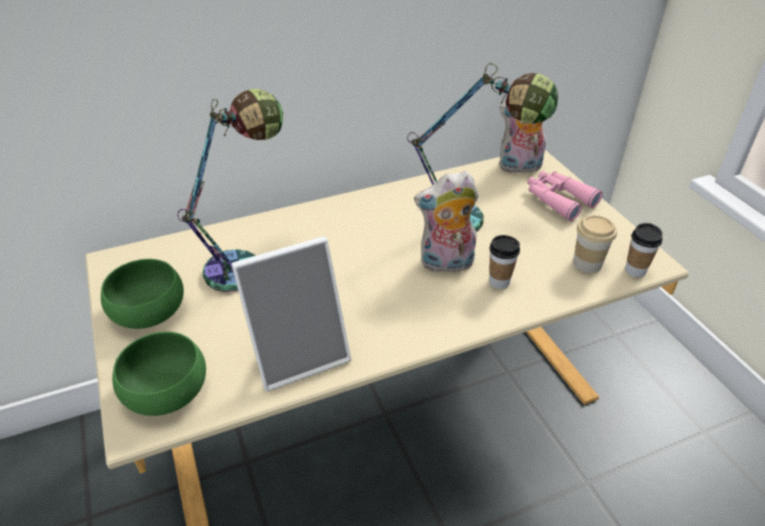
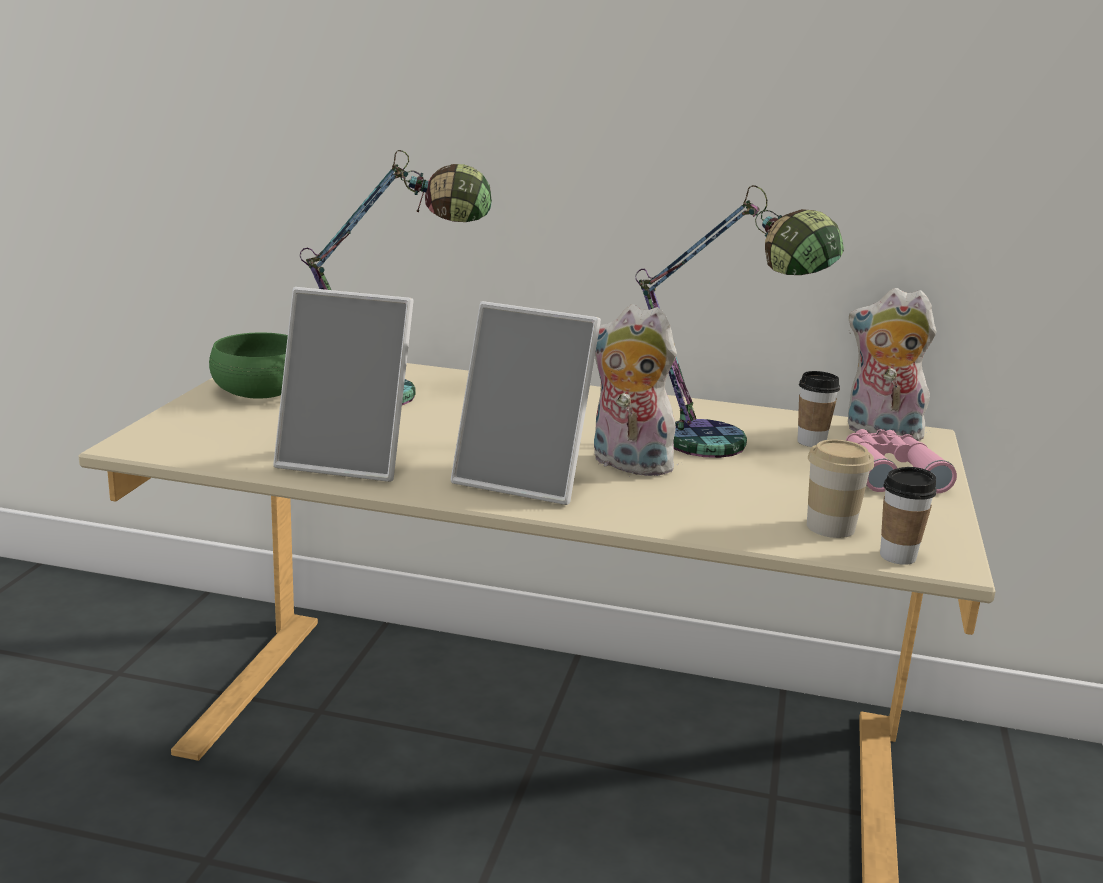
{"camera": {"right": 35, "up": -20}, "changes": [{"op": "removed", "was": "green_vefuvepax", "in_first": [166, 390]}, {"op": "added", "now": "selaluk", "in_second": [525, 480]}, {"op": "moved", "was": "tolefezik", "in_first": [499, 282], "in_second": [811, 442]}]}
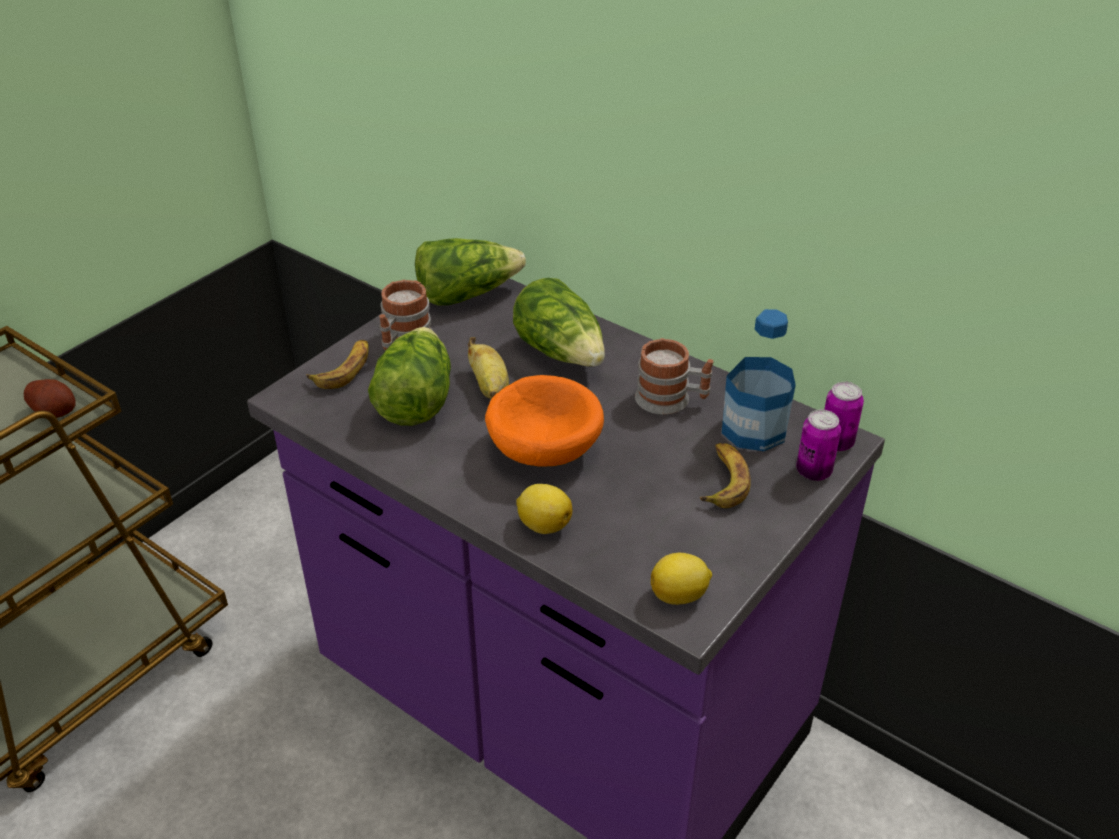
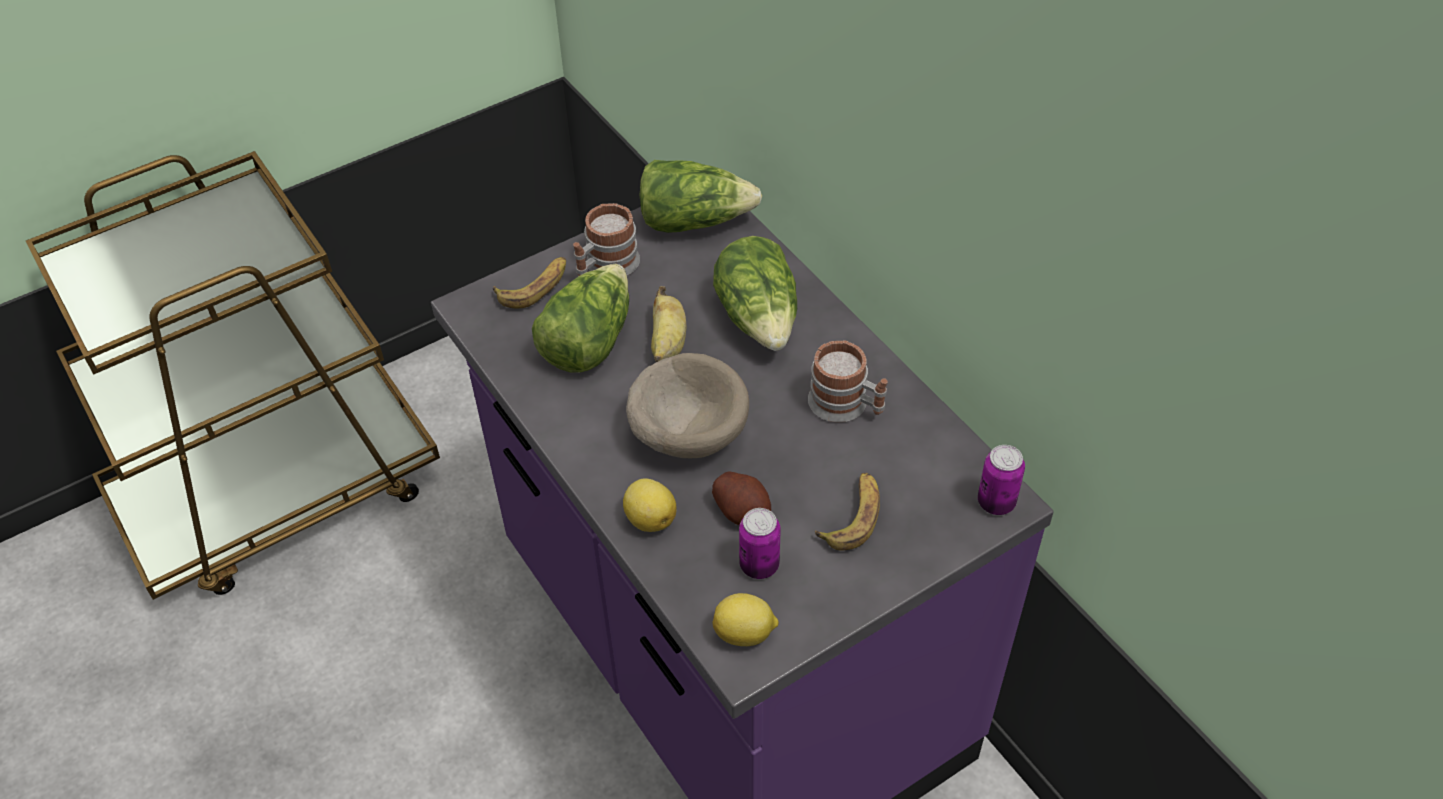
{"camera": {"right": 20, "up": 10}, "changes": [{"op": "removed", "was": "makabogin", "in_first": [754, 429]}, {"op": "moved", "was": "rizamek", "in_first": [55, 411], "in_second": [742, 510]}, {"op": "moved", "was": "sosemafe", "in_first": [813, 471], "in_second": [759, 565]}, {"op": "recoloured", "was": "orange_vefuvepax", "now": "beige_vefuvepax", "in_first": [542, 449], "in_second": [687, 431]}]}
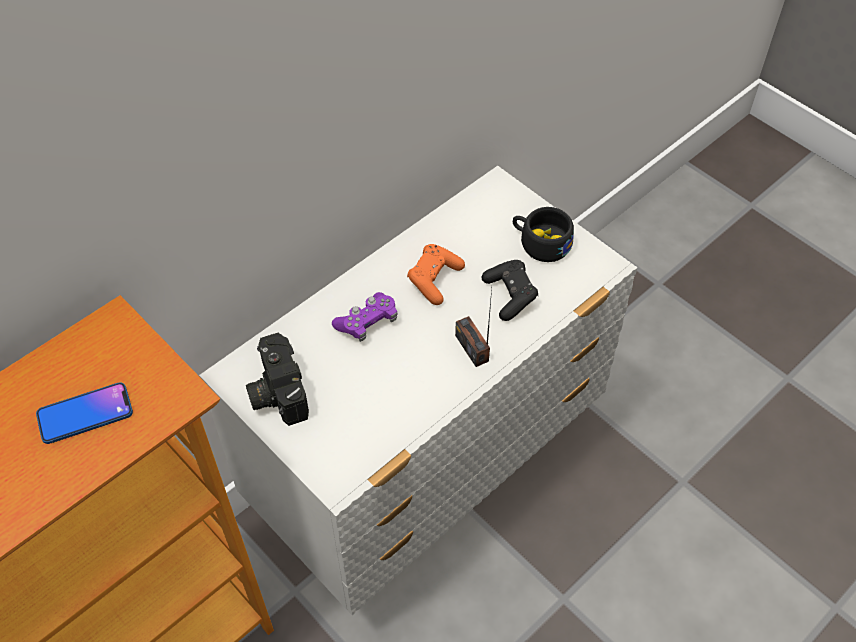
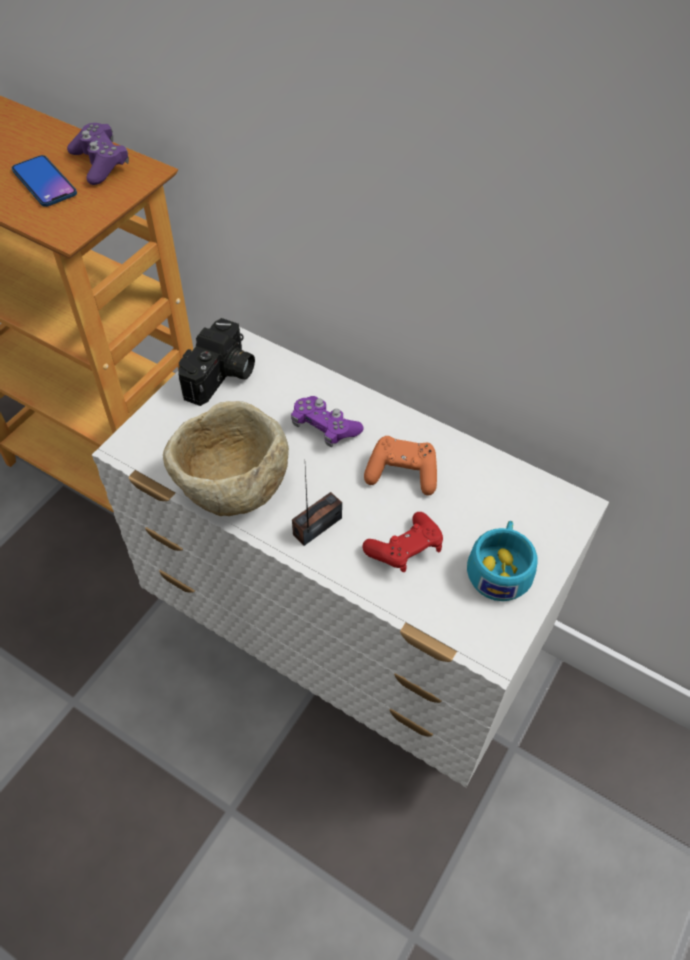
{"camera": {"right": 75, "up": 0}, "changes": [{"op": "added", "now": "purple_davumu", "in_second": [101, 163]}, {"op": "added", "now": "beige_vefuvepax", "in_second": [232, 489]}, {"op": "recoloured", "was": "black_davumu", "now": "red_davumu", "in_first": [510, 296], "in_second": [405, 550]}, {"op": "recoloured", "was": "black_tolefezik", "now": "turquoise_tolefezik", "in_first": [540, 243], "in_second": [500, 568]}, {"op": "turned", "was": "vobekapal", "in_first": [275, 391], "in_second": [222, 377], "clockwise": 150}]}
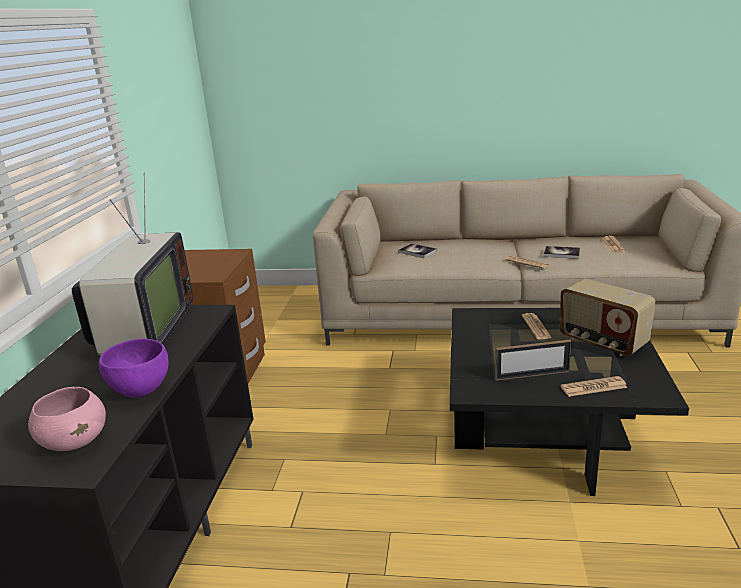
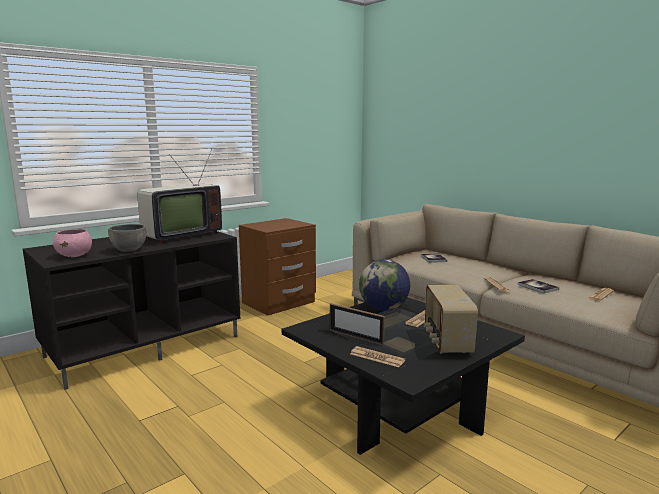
{"camera": {"right": 40, "up": -10}, "changes": [{"op": "added", "now": "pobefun", "in_second": [384, 309]}, {"op": "recoloured", "was": "purple_vefuvepax", "now": "grey_vefuvepax", "in_first": [141, 390], "in_second": [129, 250]}]}
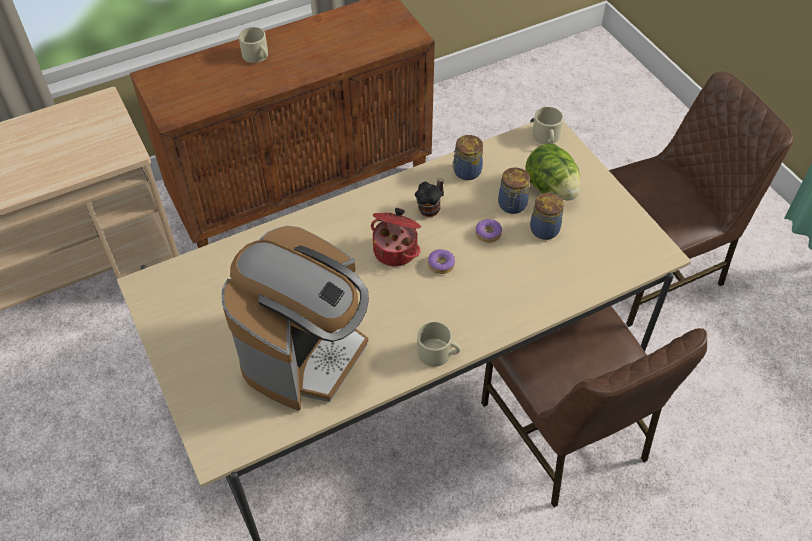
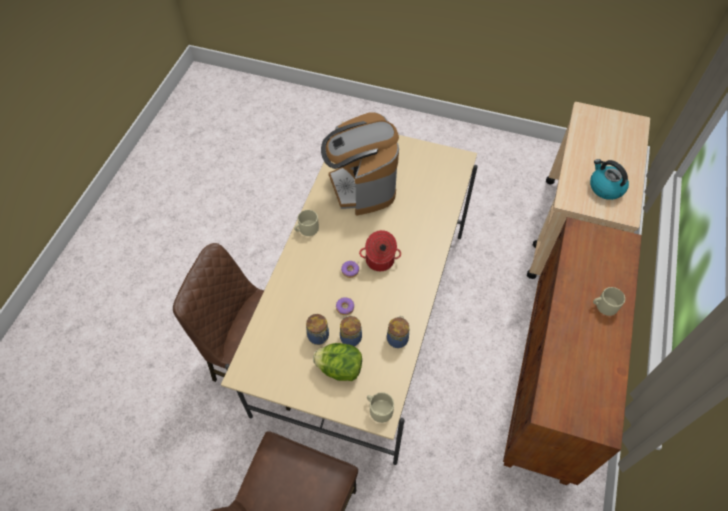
{"camera": {"right": 135, "up": 5}, "changes": [{"op": "removed", "was": "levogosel", "in_first": [431, 207]}, {"op": "added", "now": "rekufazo", "in_second": [605, 187]}]}
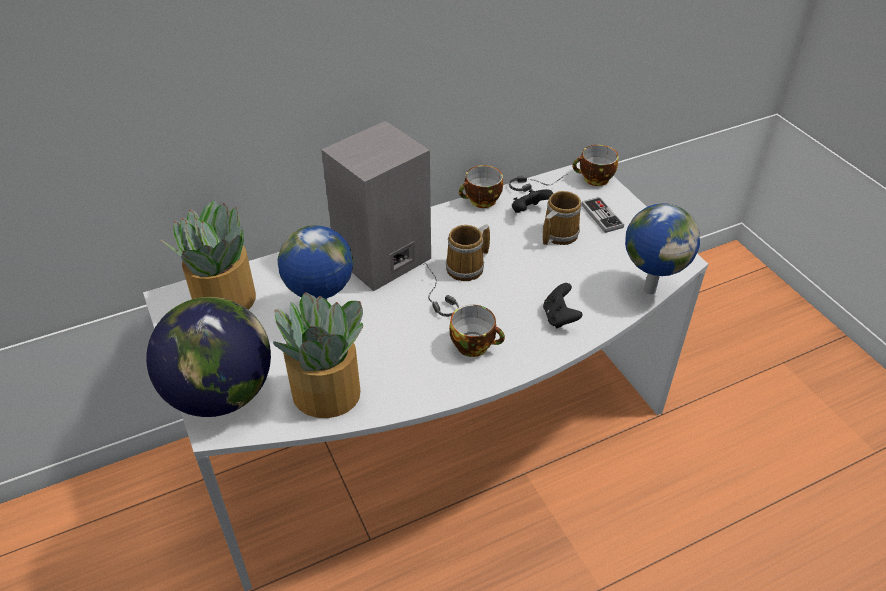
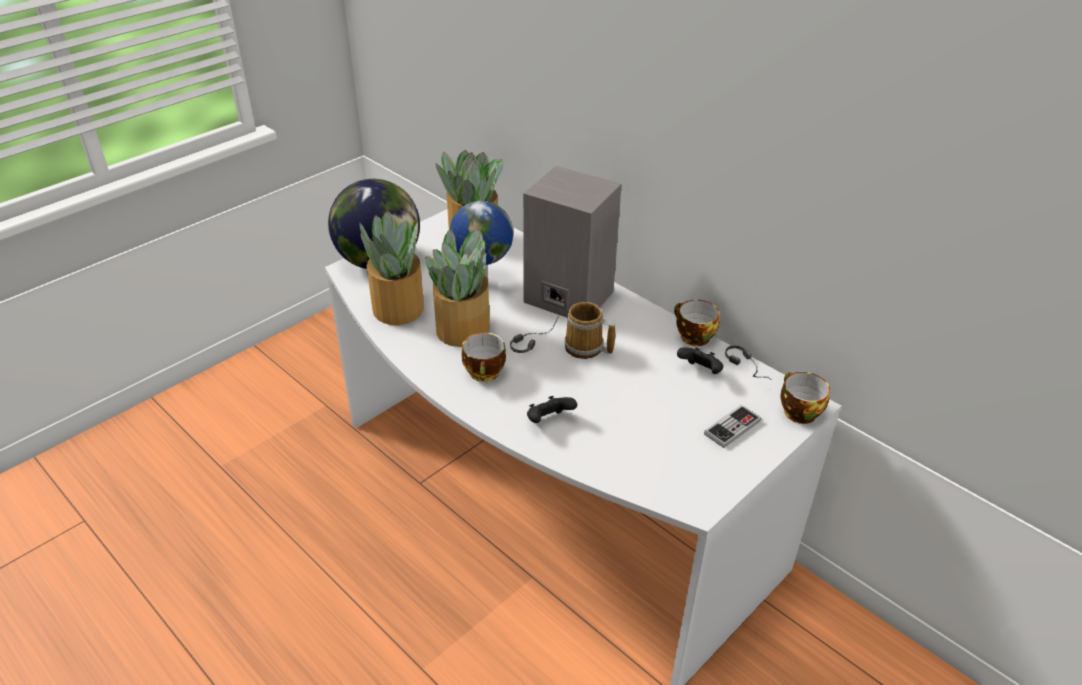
{"camera": {"right": 70, "up": -5}, "changes": [{"op": "removed", "was": "levogosel", "in_first": [557, 234]}, {"op": "removed", "was": "pobefun", "in_first": [649, 289]}, {"op": "added", "now": "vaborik", "in_second": [464, 327]}]}
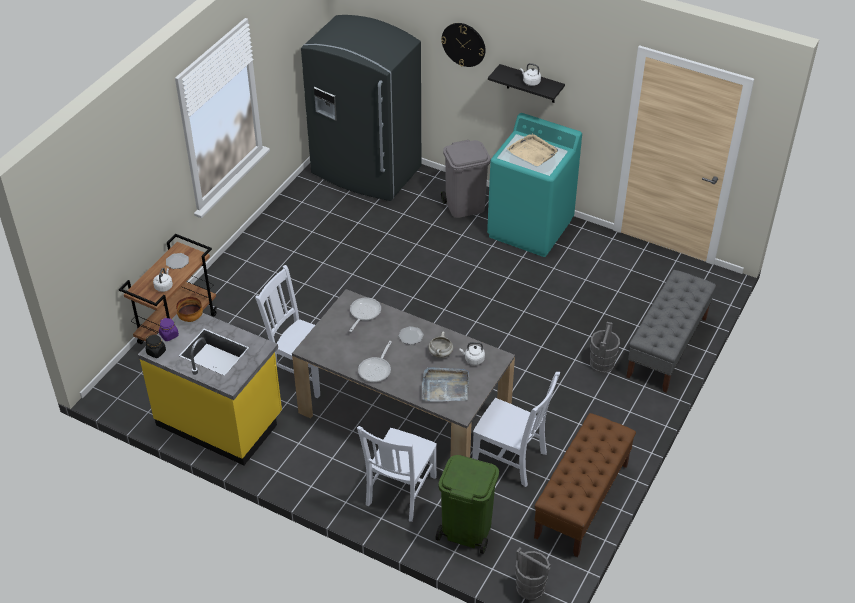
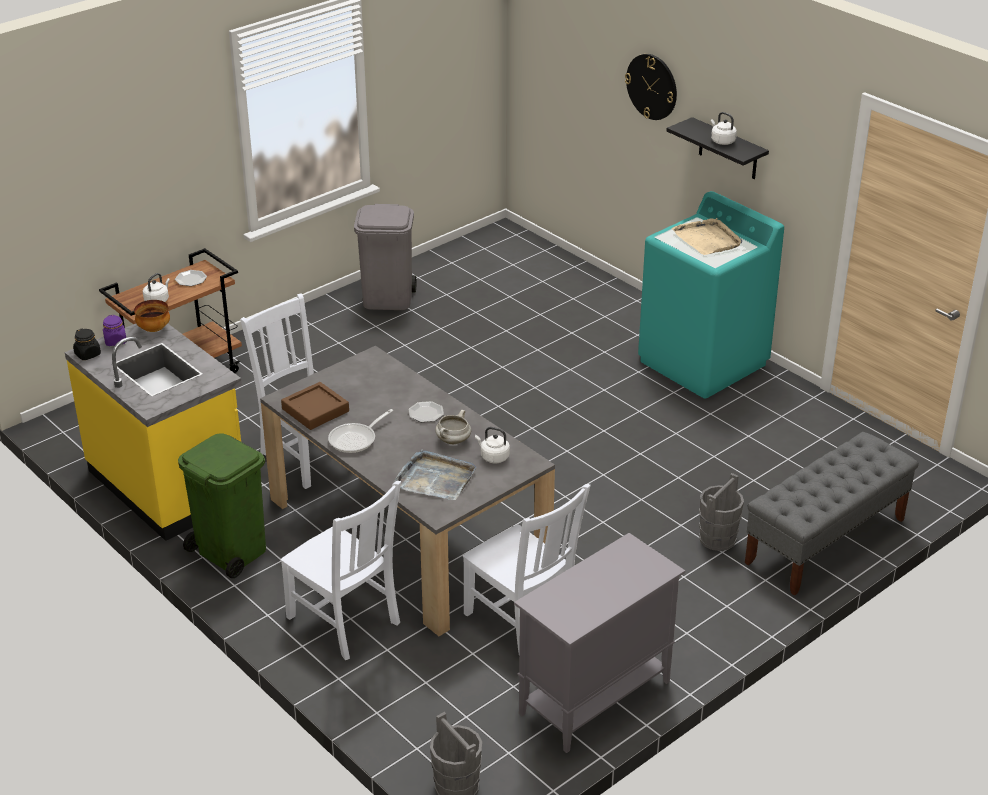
{"camera": {"right": 20, "up": -10}, "changes": [{"op": "removed", "was": "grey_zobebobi", "in_first": [365, 172]}, {"op": "removed", "was": "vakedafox", "in_first": [364, 313]}, {"op": "added", "now": "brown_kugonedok", "in_second": [315, 410]}, {"op": "moved", "was": "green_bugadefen", "in_first": [466, 530], "in_second": [230, 551]}, {"op": "moved", "was": "grey_bugadefen", "in_first": [465, 206], "in_second": [388, 299]}, {"op": "replaced", "was": "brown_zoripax", "now": "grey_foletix", "in_first": [581, 501], "in_second": [594, 698]}, {"op": "turned", "was": "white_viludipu", "in_first": [400, 492], "in_second": [345, 622], "clockwise": -90}]}
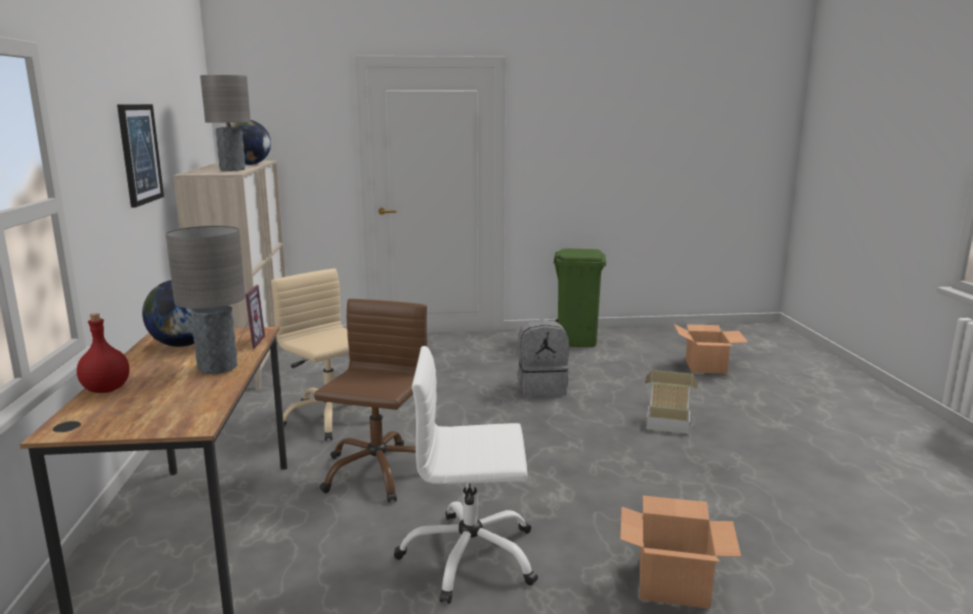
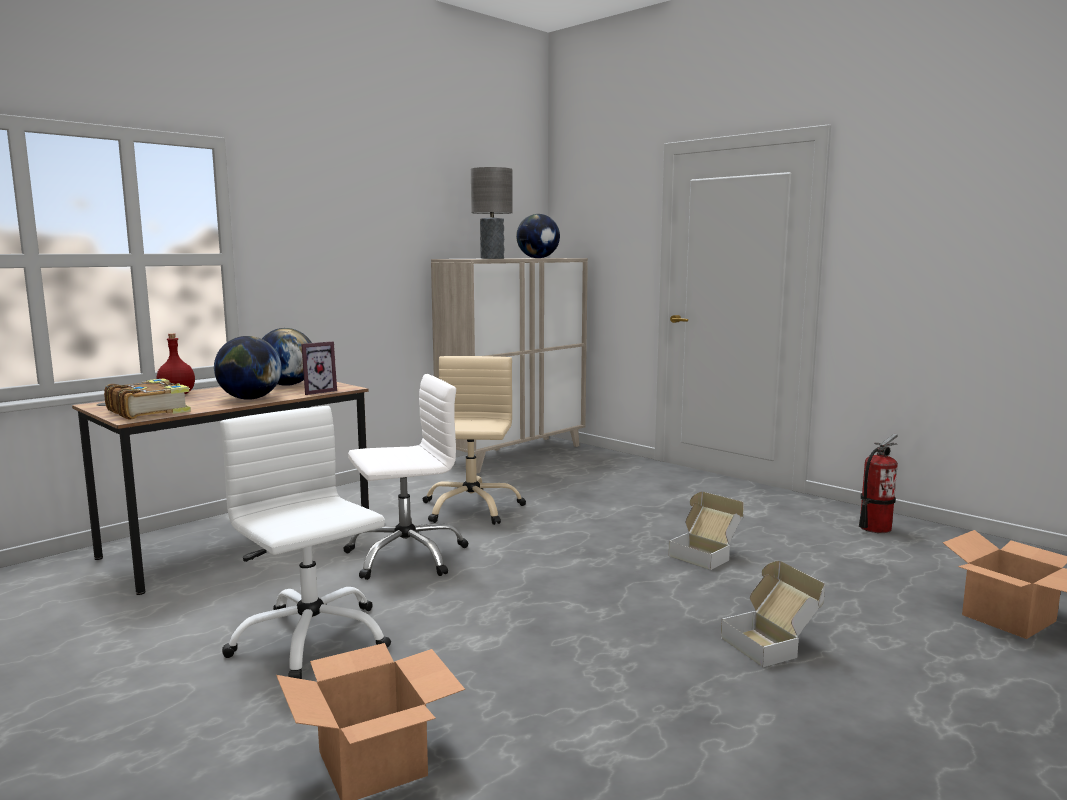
{"camera": {"right": 50, "up": -5}, "changes": [{"op": "removed", "was": "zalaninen", "in_first": [139, 154]}, {"op": "added", "now": "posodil", "in_second": [149, 411]}, {"op": "replaced", "was": "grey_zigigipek", "now": "pobefun", "in_first": [218, 368], "in_second": [250, 399]}, {"op": "replaced", "was": "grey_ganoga", "now": "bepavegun", "in_first": [542, 387], "in_second": [706, 554]}, {"op": "replaced", "was": "green_bugadefen", "now": "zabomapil", "in_first": [576, 340], "in_second": [874, 528]}, {"op": "recoloured", "was": "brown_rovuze", "now": "white_rovuze", "in_first": [377, 472], "in_second": [406, 556]}]}
